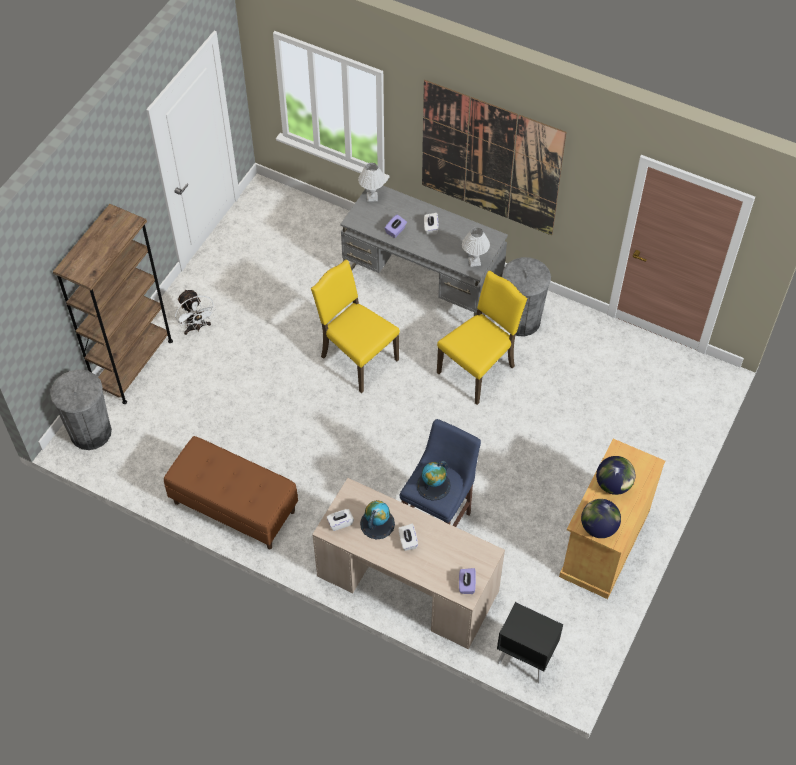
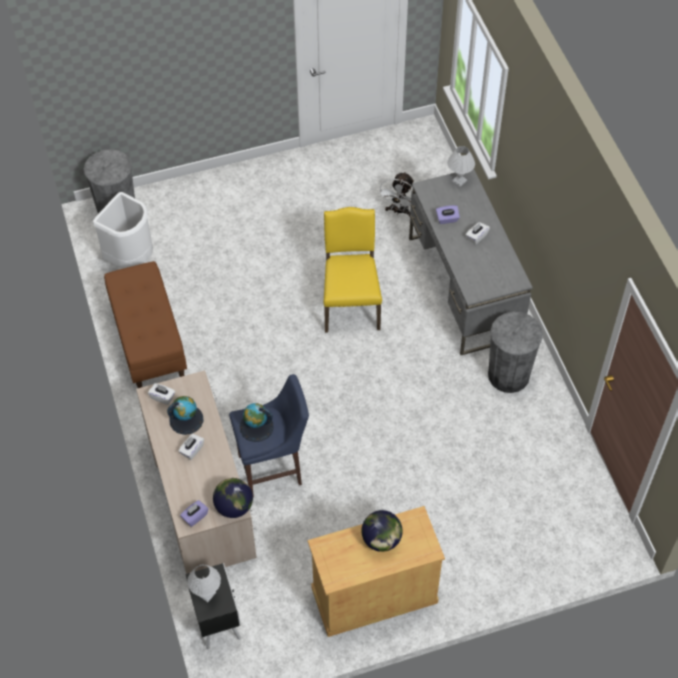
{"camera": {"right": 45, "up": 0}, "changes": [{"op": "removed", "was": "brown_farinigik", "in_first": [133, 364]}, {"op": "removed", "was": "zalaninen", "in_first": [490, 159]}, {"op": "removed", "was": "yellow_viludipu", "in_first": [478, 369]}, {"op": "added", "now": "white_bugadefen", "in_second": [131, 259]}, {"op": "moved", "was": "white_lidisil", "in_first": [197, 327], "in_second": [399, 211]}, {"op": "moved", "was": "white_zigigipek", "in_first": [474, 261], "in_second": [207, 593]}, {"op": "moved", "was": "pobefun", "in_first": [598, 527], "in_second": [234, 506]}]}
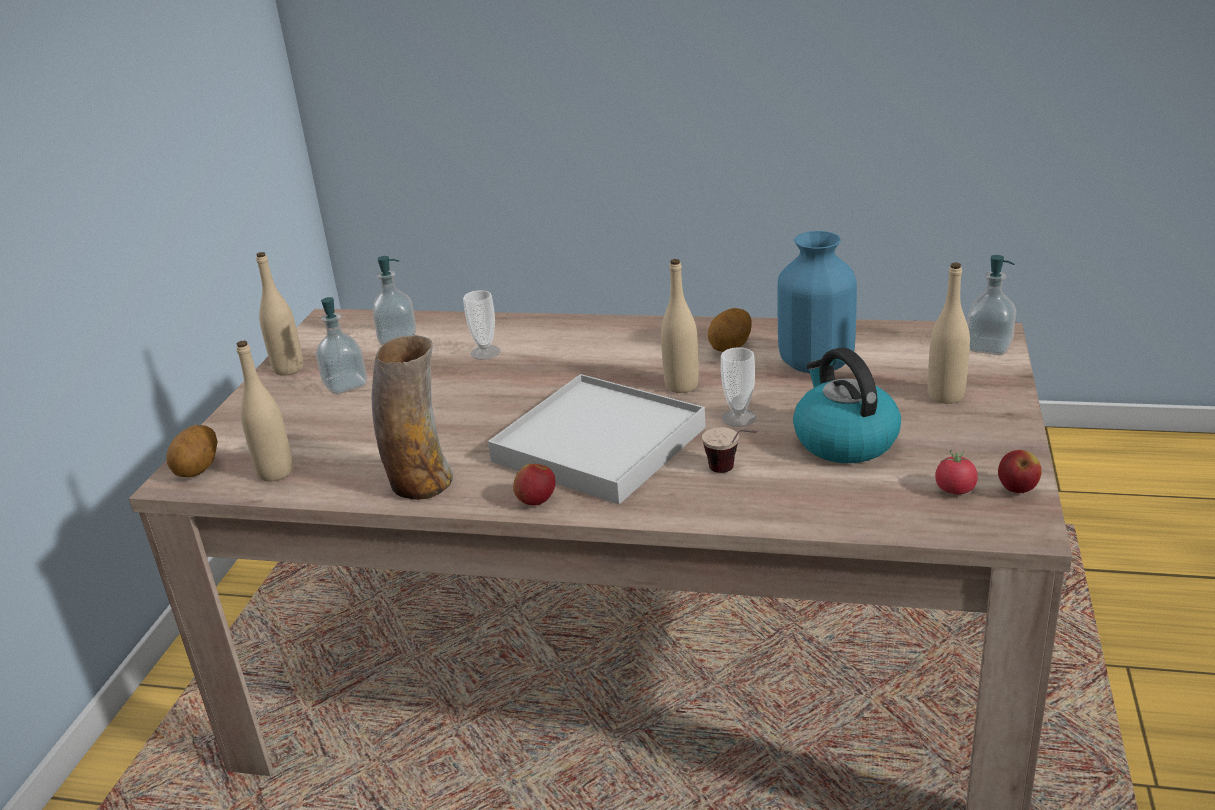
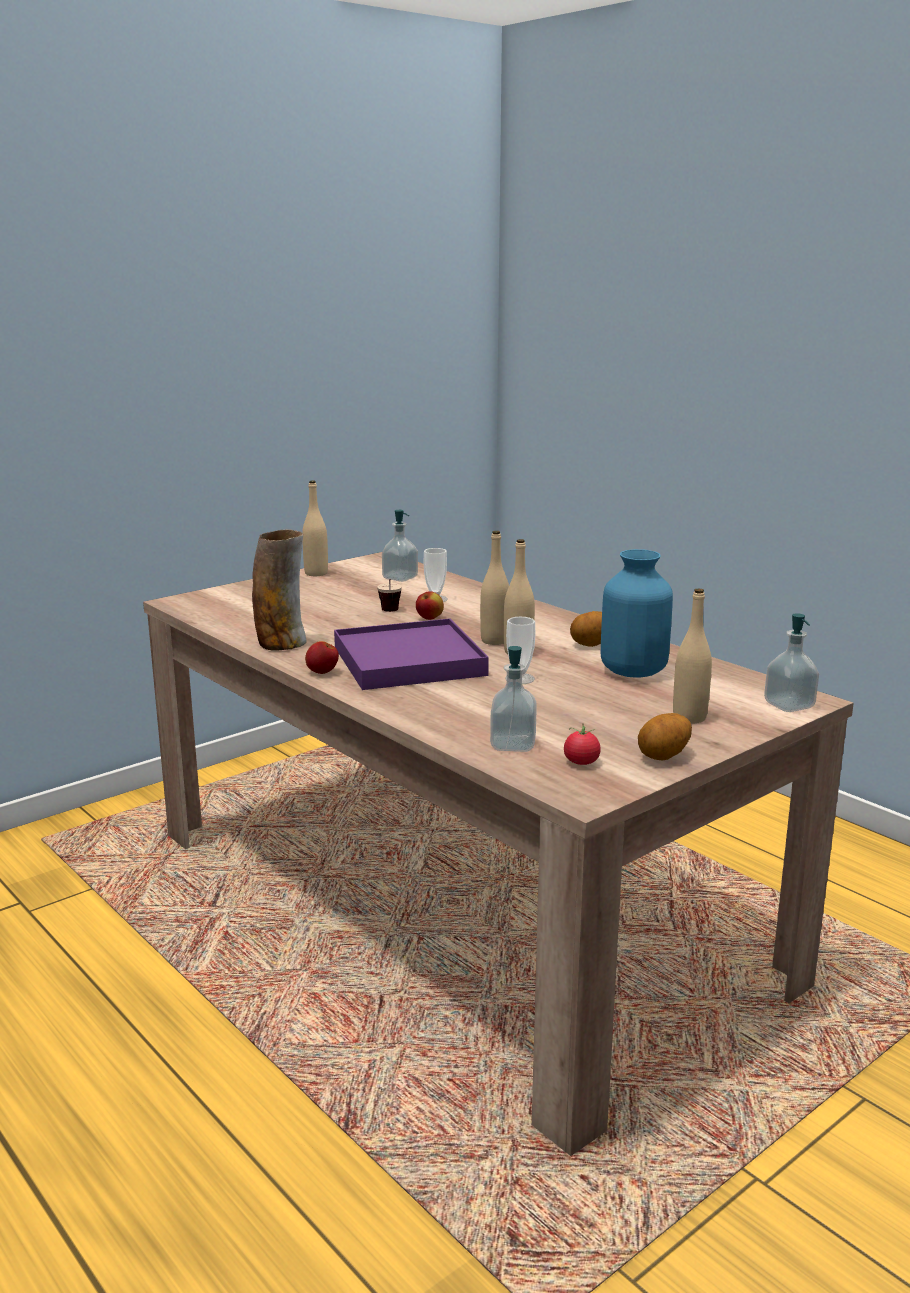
{"camera": {"right": 35, "up": -10}, "changes": [{"op": "removed", "was": "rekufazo", "in_first": [844, 440]}, {"op": "moved", "was": "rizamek", "in_first": [199, 469], "in_second": [664, 756]}, {"op": "moved", "was": "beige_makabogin", "in_first": [275, 472], "in_second": [494, 641]}, {"op": "moved", "was": "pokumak", "in_first": [345, 385], "in_second": [513, 744]}, {"op": "moved", "was": "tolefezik", "in_first": [732, 472], "in_second": [390, 613]}, {"op": "moved", "was": "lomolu", "in_first": [1017, 489], "in_second": [429, 619]}, {"op": "recoloured", "was": "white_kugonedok", "now": "purple_kugonedok", "in_first": [598, 445], "in_second": [408, 661]}]}
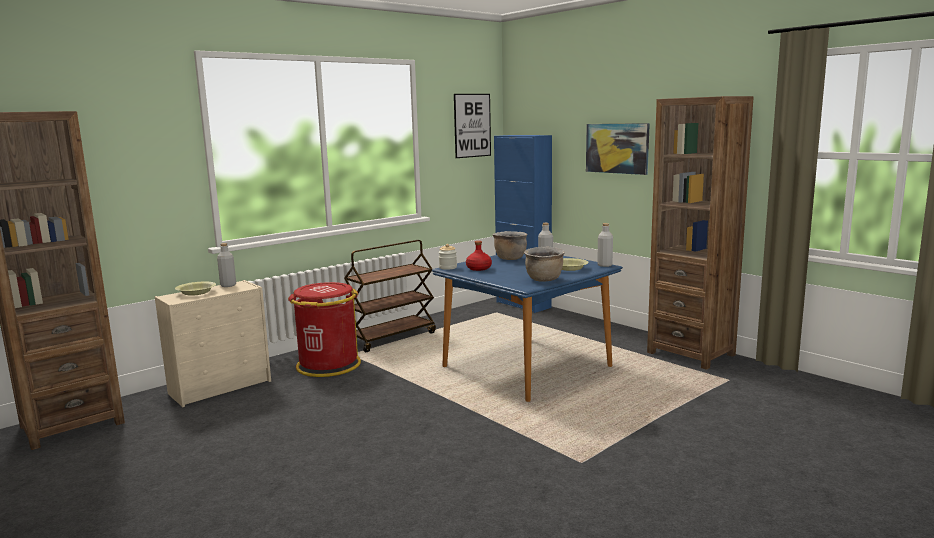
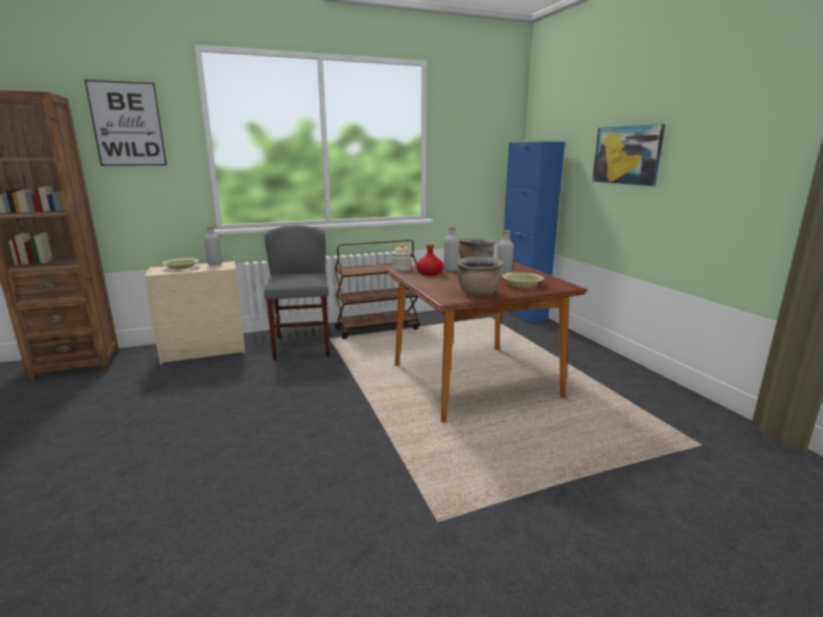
{"camera": {"right": 20, "up": 5}, "changes": [{"op": "removed", "was": "brown_farinigik", "in_first": [691, 353]}, {"op": "moved", "was": "zalaninen", "in_first": [472, 125], "in_second": [127, 124]}, {"op": "moved", "was": "grey_makabogin", "in_first": [604, 265], "in_second": [451, 269]}, {"op": "replaced", "was": "red_bugadefen", "now": "grey_viludipu", "in_first": [328, 365], "in_second": [302, 346]}, {"op": "recoloured", "was": "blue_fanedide", "now": "brown_fanedide", "in_first": [527, 366], "in_second": [475, 380]}]}
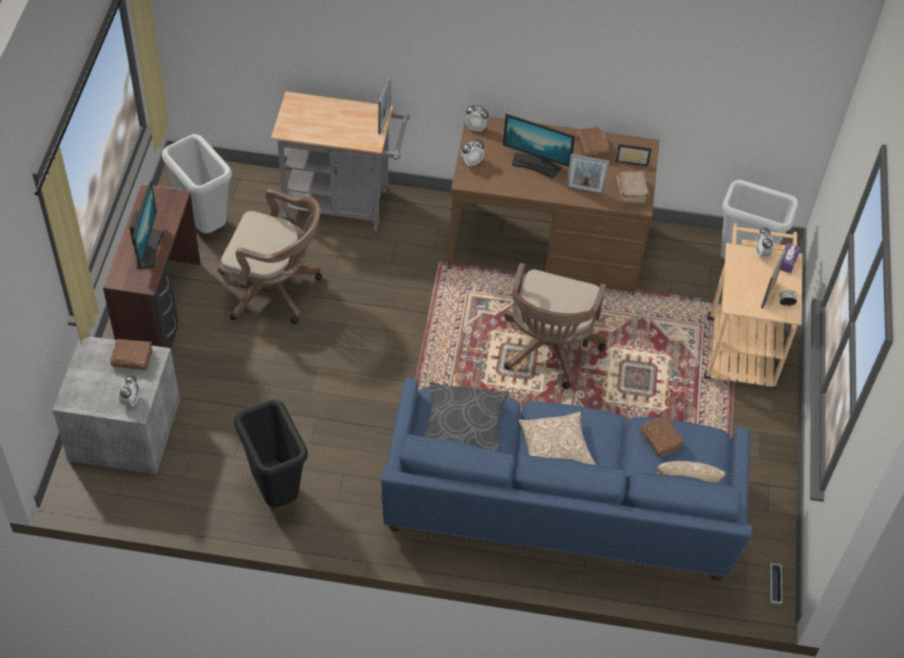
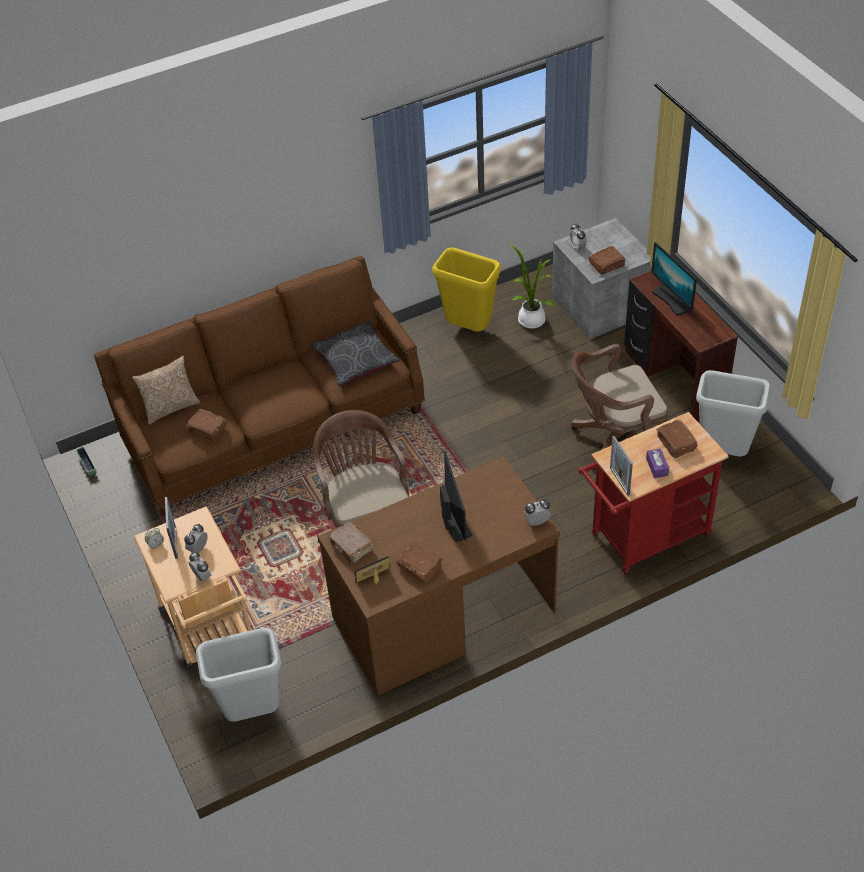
{"camera": {"right": 150, "up": -5}, "changes": [{"op": "removed", "was": "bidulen", "in_first": [555, 450]}, {"op": "removed", "was": "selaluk", "in_first": [584, 190]}, {"op": "added", "now": "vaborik", "in_second": [530, 319]}, {"op": "added", "now": "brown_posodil", "in_second": [676, 444]}, {"op": "moved", "was": "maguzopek", "in_first": [471, 162], "in_second": [198, 549]}, {"op": "moved", "was": "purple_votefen", "in_first": [787, 261], "in_second": [657, 467]}, {"op": "recoloured", "was": "black_bugadefen", "now": "yellow_bugadefen", "in_first": [274, 492], "in_second": [469, 329]}, {"op": "recoloured", "was": "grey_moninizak", "now": "red_moninizak", "in_first": [343, 204], "in_second": [643, 539]}, {"op": "recoloured", "was": "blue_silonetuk", "now": "brown_silonetuk", "in_first": [558, 510], "in_second": [273, 424]}, {"op": "turned", "was": "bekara", "in_first": [536, 164], "in_second": [454, 520], "clockwise": 90}]}
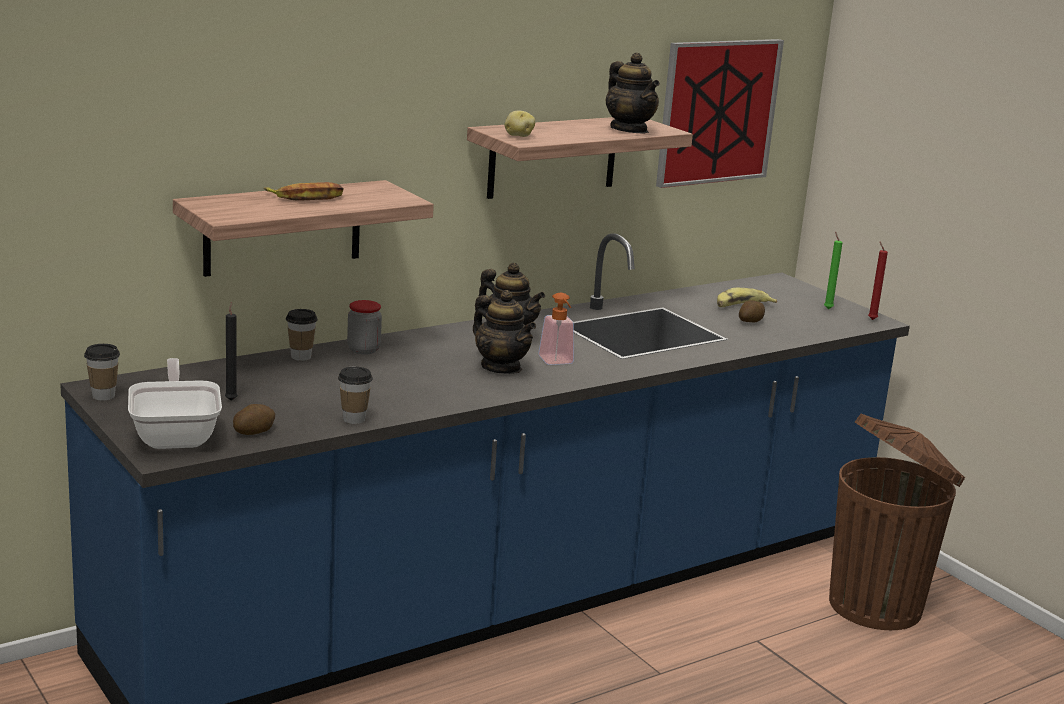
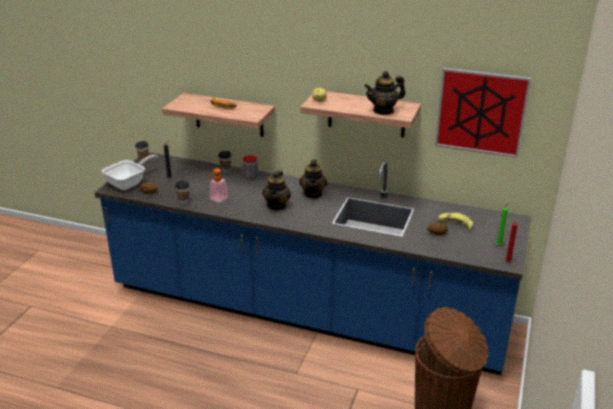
{"camera": {"right": 55, "up": 10}, "changes": [{"op": "moved", "was": "pokumak", "in_first": [558, 362], "in_second": [216, 200]}, {"op": "turned", "was": "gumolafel", "in_first": [629, 130], "in_second": [383, 111], "clockwise": 45}]}
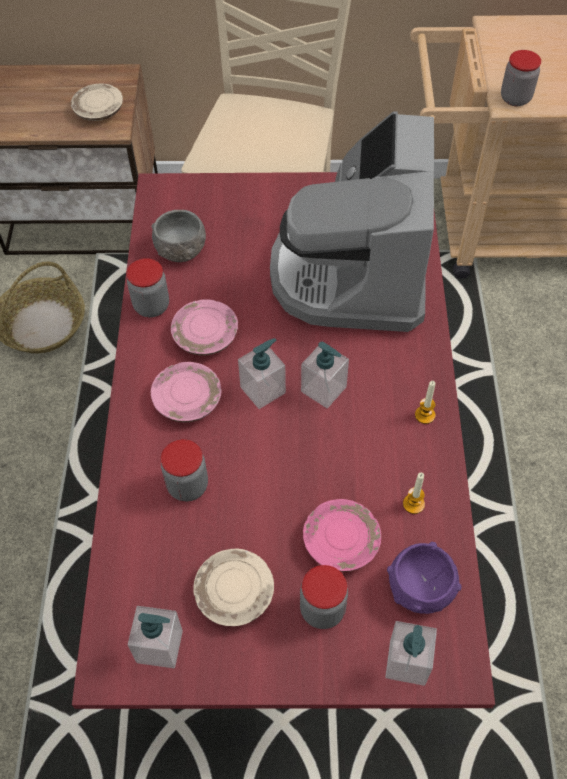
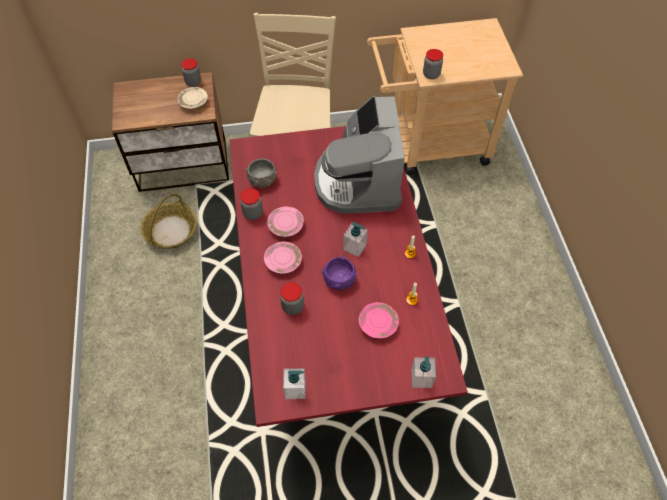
{"camera": {"right": -10, "up": 0}, "changes": [{"op": "removed", "was": "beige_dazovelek", "in_first": [234, 593]}, {"op": "removed", "was": "pokumak", "in_first": [263, 390]}, {"op": "moved", "was": "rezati", "in_first": [322, 609], "in_second": [193, 82]}, {"op": "moved", "was": "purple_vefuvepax", "in_first": [420, 588], "in_second": [339, 280]}]}
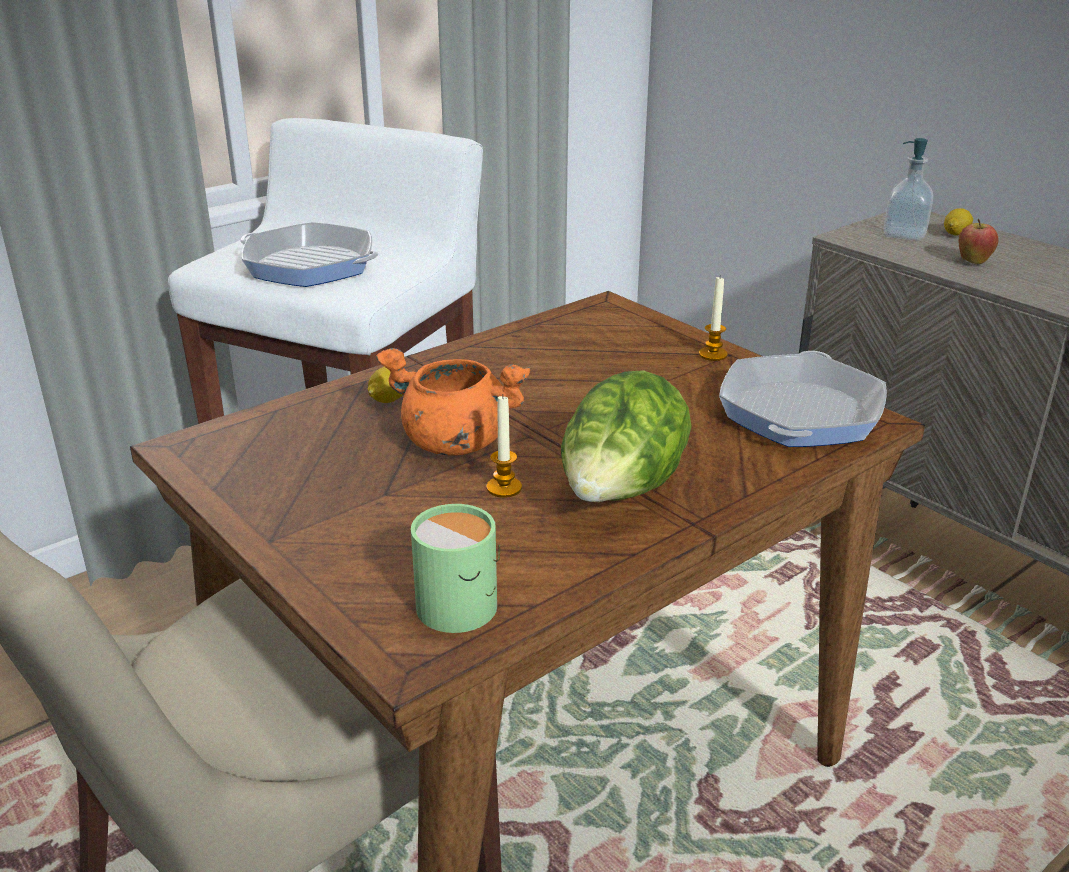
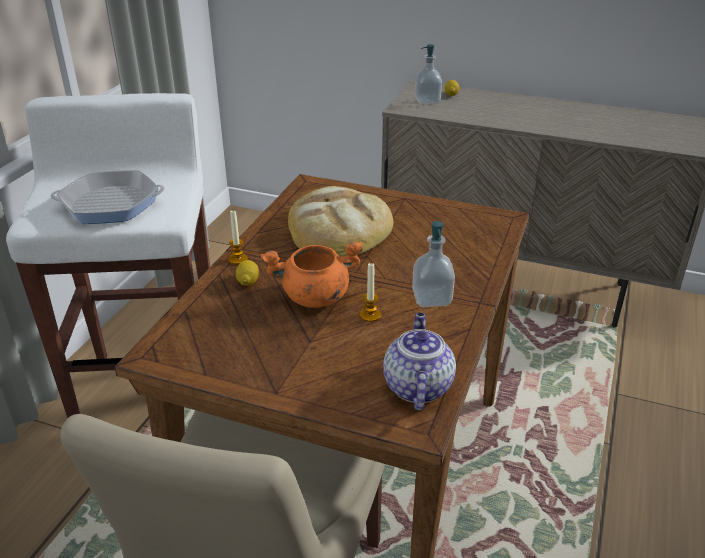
{"camera": {"right": -30, "up": 5}, "changes": [{"op": "removed", "was": "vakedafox", "in_first": [800, 413]}, {"op": "removed", "was": "lomolu", "in_first": [973, 262]}, {"op": "added", "now": "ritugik", "in_second": [339, 229]}, {"op": "moved", "was": "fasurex", "in_first": [713, 355], "in_second": [237, 259]}, {"op": "replaced", "was": "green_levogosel", "now": "gumolafel", "in_first": [464, 602], "in_second": [416, 386]}, {"op": "replaced", "was": "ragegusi", "now": "pokumak", "in_first": [621, 494], "in_second": [431, 298]}]}
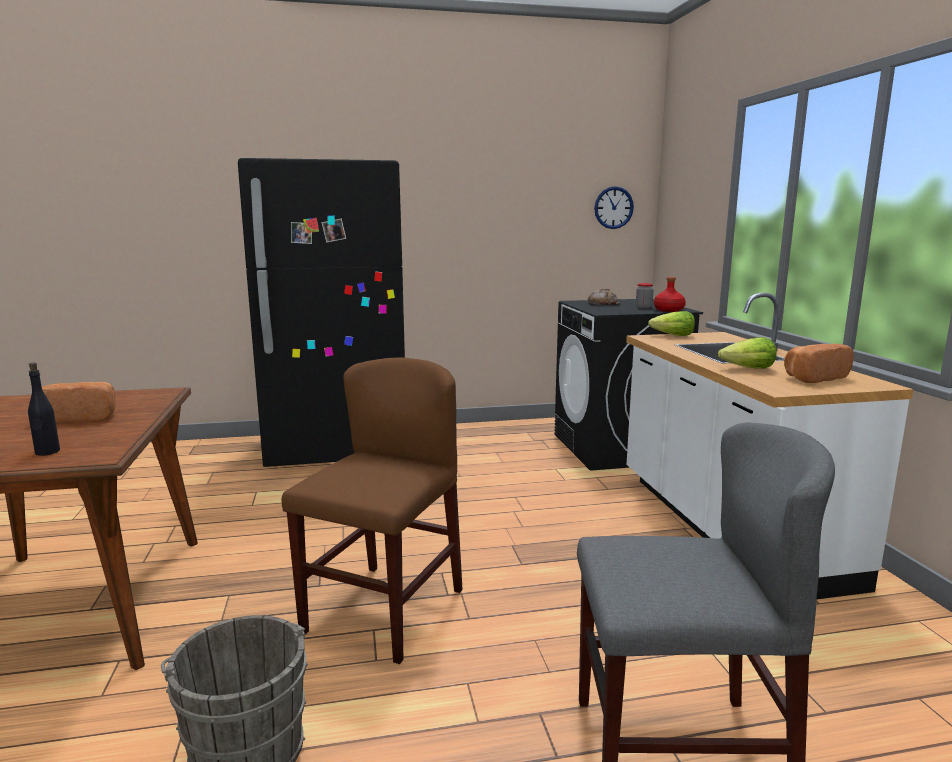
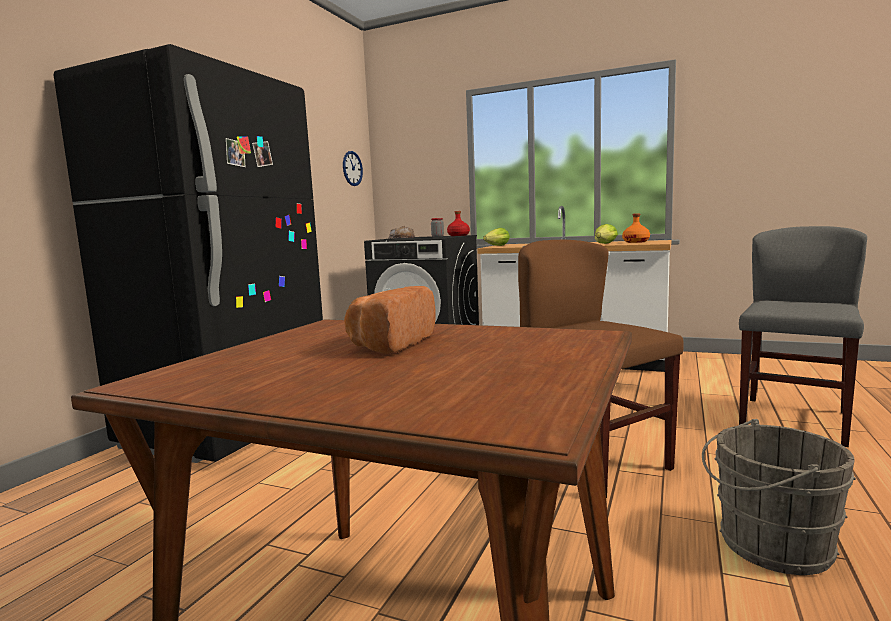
{"camera": {"right": -55, "up": -5}, "changes": [{"op": "removed", "was": "black_makabogin", "in_first": [47, 452]}, {"op": "replaced", "was": "ritugik", "now": "orange_makabogin", "in_first": [812, 377], "in_second": [636, 242]}]}
